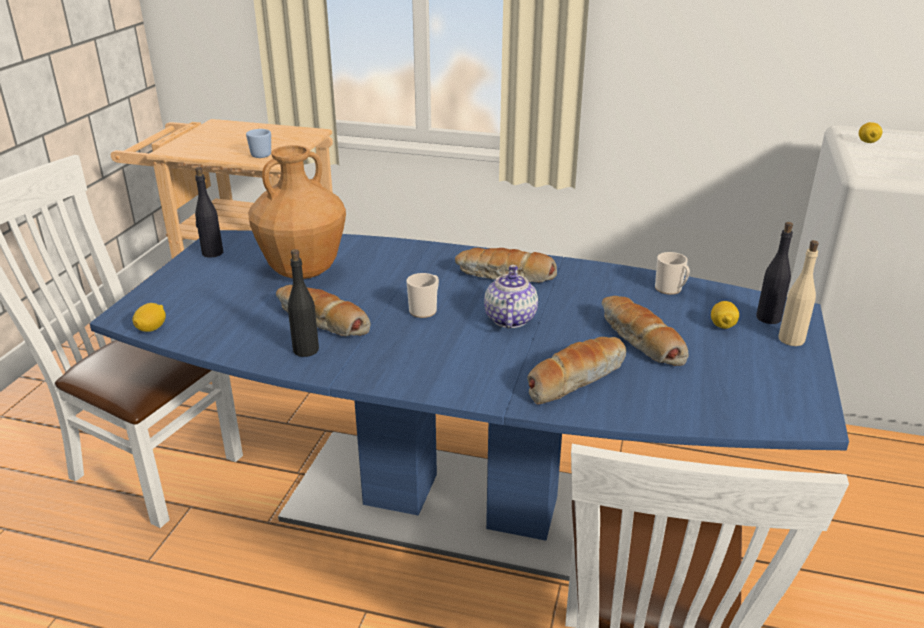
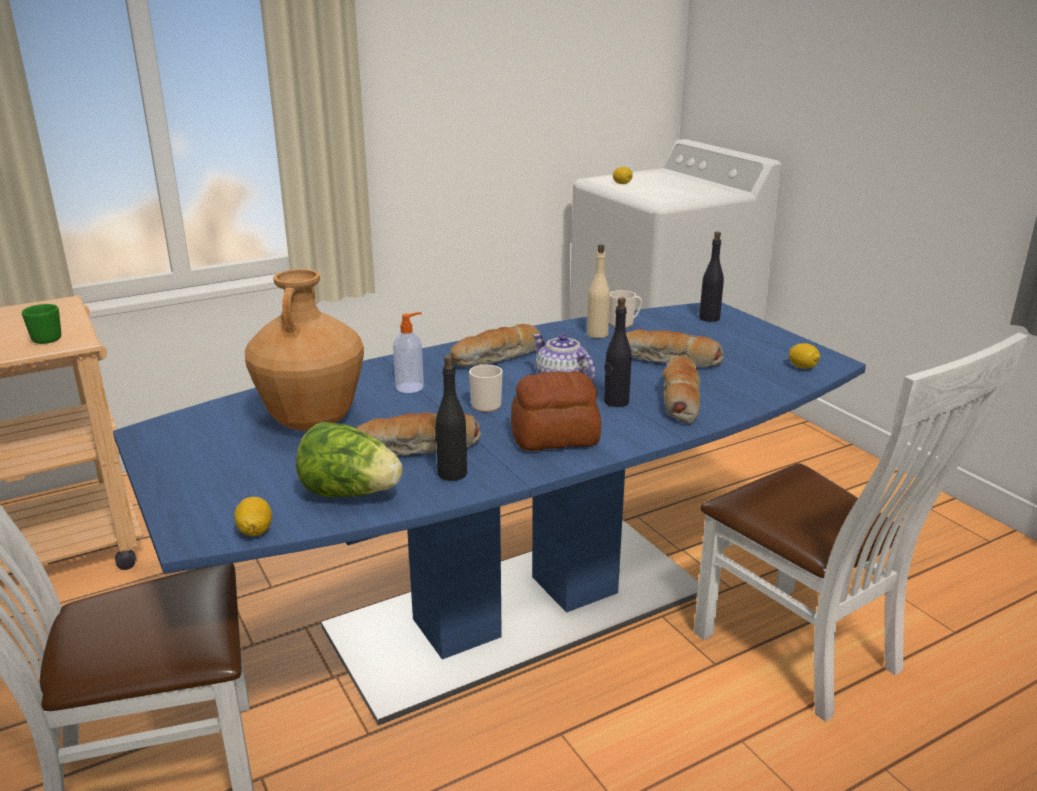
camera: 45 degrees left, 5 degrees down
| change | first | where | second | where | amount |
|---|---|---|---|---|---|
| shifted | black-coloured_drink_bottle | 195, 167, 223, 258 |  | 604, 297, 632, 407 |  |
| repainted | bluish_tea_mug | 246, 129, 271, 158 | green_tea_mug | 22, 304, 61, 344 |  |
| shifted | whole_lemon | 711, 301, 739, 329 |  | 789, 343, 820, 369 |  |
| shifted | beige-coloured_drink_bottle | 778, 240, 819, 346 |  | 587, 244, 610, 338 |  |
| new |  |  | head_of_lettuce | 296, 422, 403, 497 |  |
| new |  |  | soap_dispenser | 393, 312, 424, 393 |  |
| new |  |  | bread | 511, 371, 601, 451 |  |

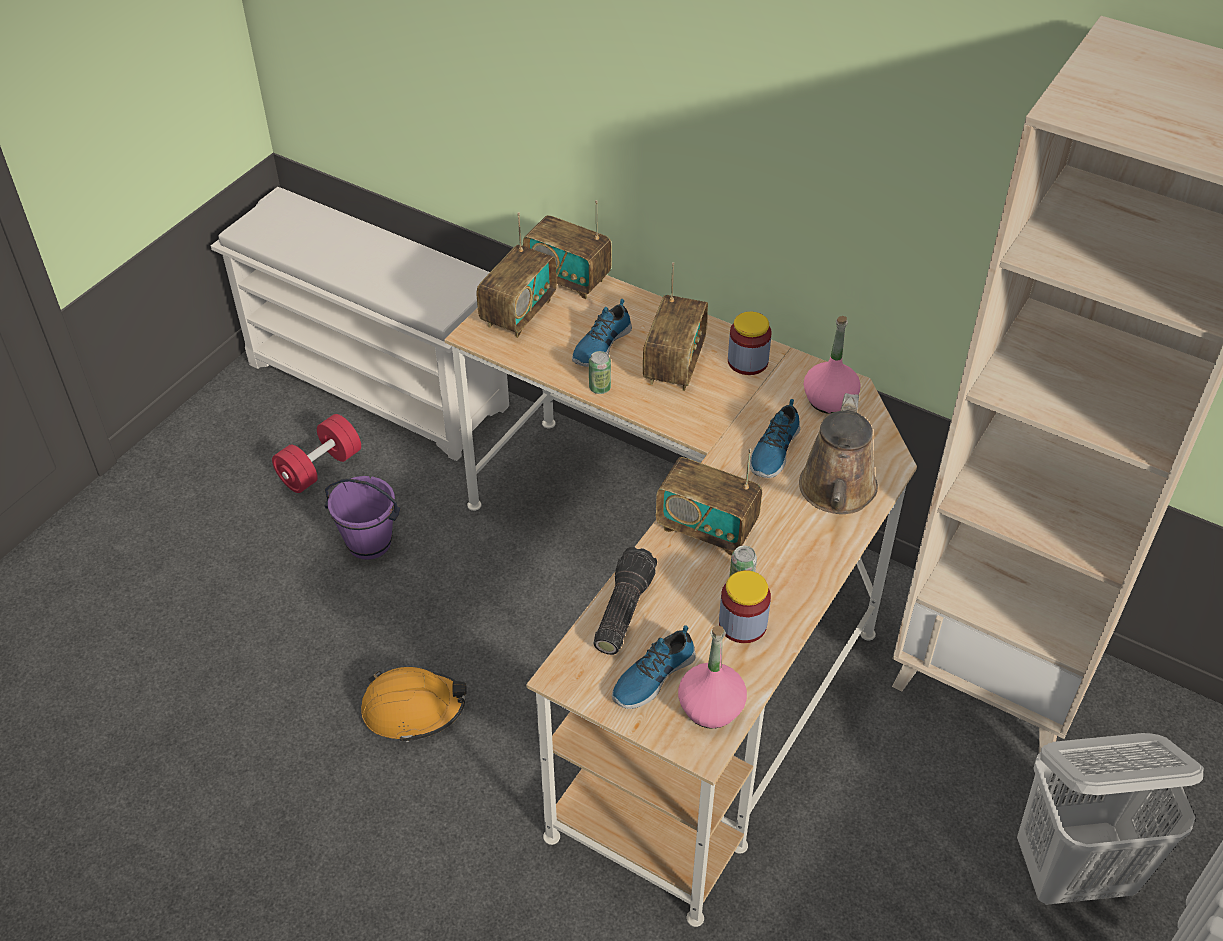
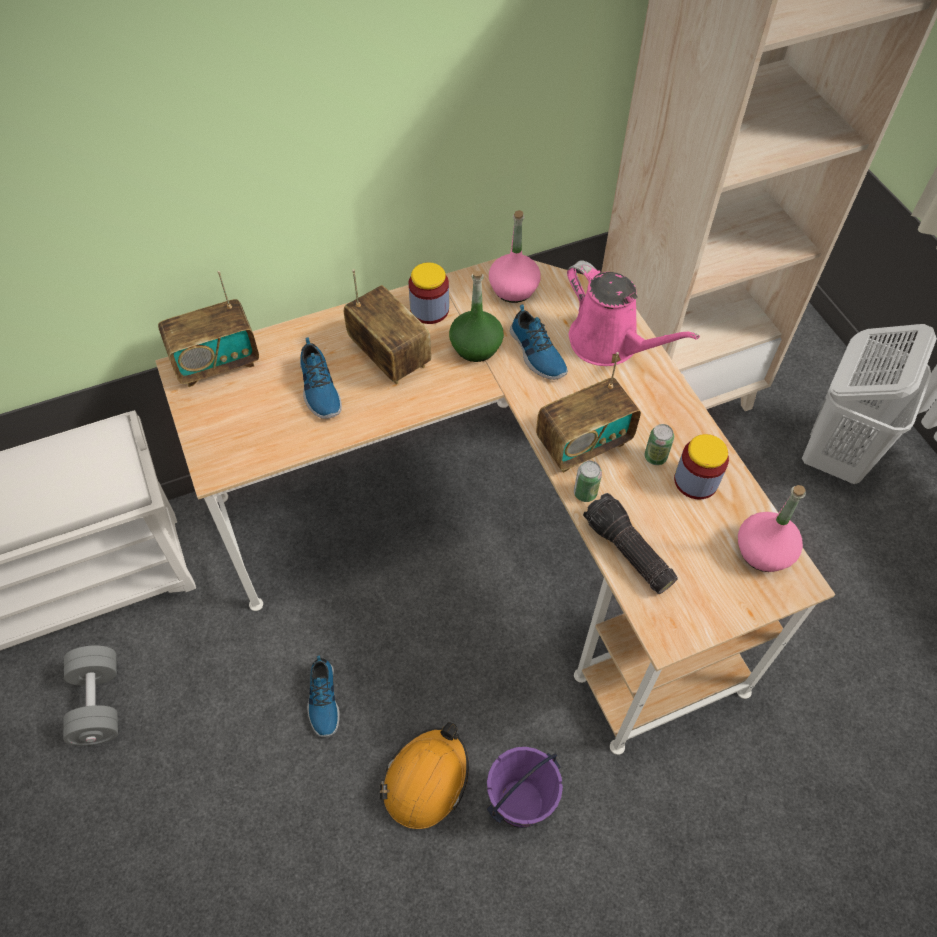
camera: 55 degrees left, 10 degrees up
| change | first | where | second | where | amount |
|---|---|---|---|---|---|
| repainted | reddish_hand_weight | 272, 414, 361, 493 | grey_hand_weight | 63, 645, 118, 746 |  |
| shifted | purplish_bucket | 325, 476, 400, 560 |  | 487, 747, 563, 828 |  |
| gone | radio_set | 477, 212, 557, 338 |  |  |  |
| shifted | can | 589, 351, 611, 394 |  | 574, 461, 602, 502 |  |
| shifted | item_of_footwear | 612, 625, 696, 709 |  | 307, 656, 340, 737 |  |
| repainted | brown-coloured_watering_pot | 799, 393, 878, 514 | pink-coloured_watering_pot | 567, 260, 700, 366 |  |
| new |  |  | green_drink_bottle | 449, 270, 504, 362 |  |

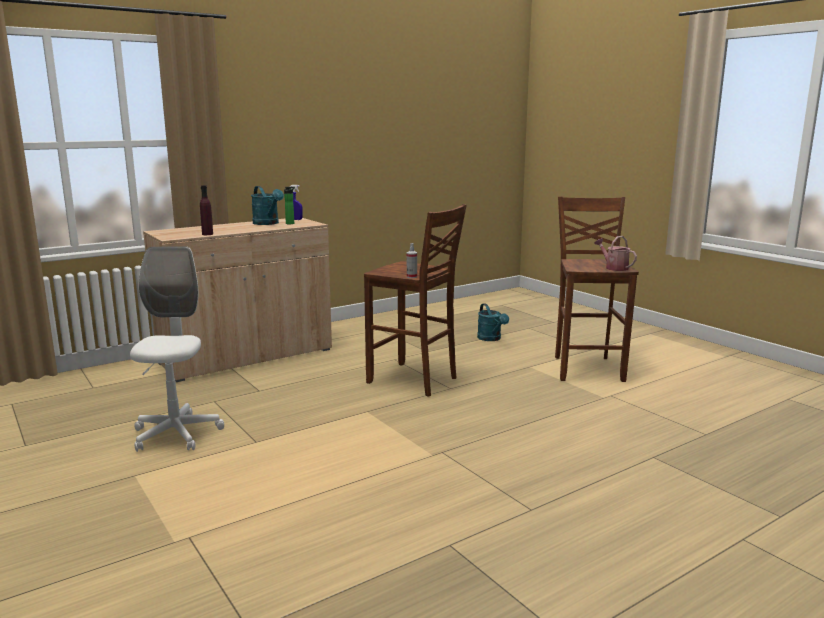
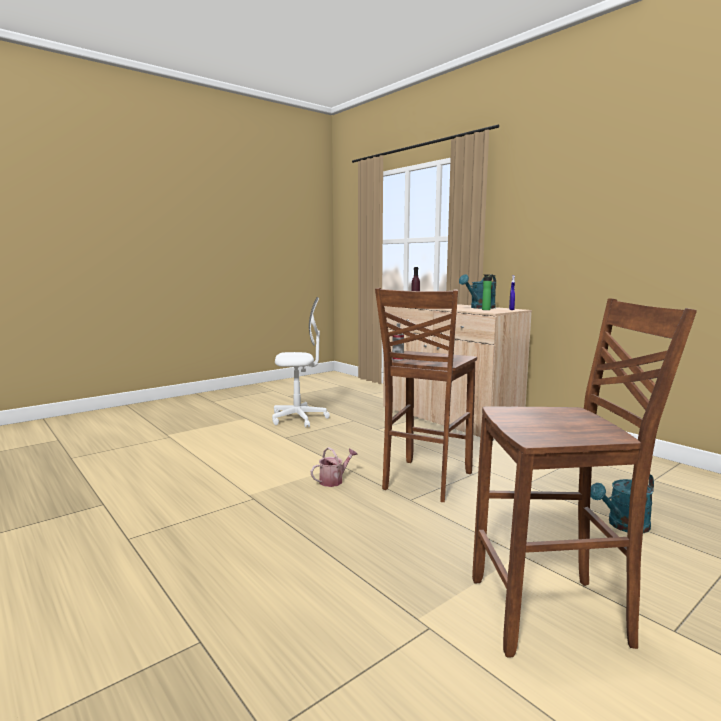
camera: 85 degrees right, 5 degrees down
| change | first | where | second | where | amount |
|---|---|---|---|---|---|
| shifted | watering_pot | 594, 236, 637, 271 |  | 311, 447, 358, 487 |  |

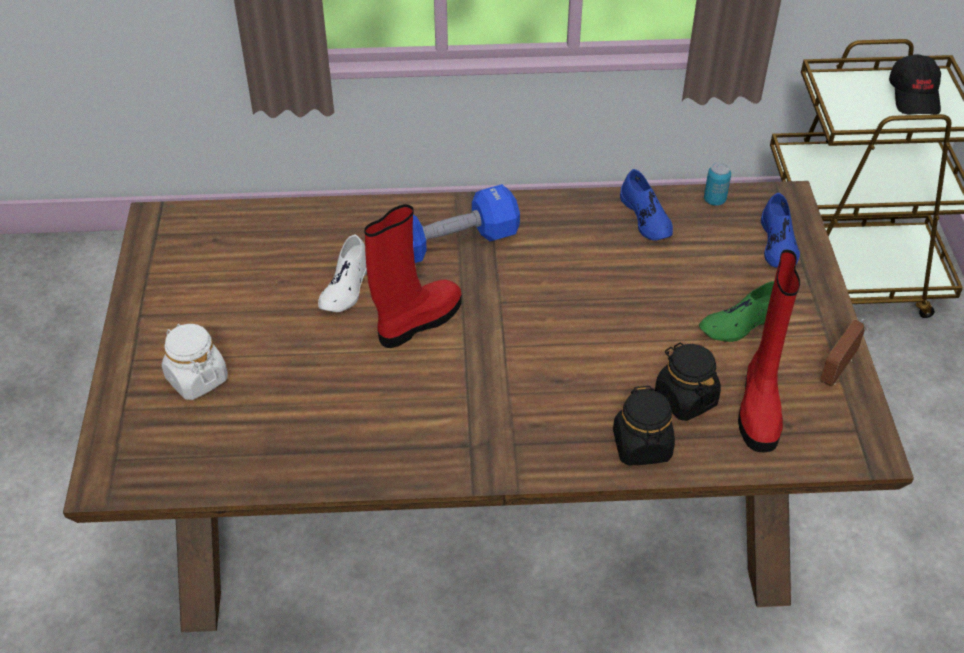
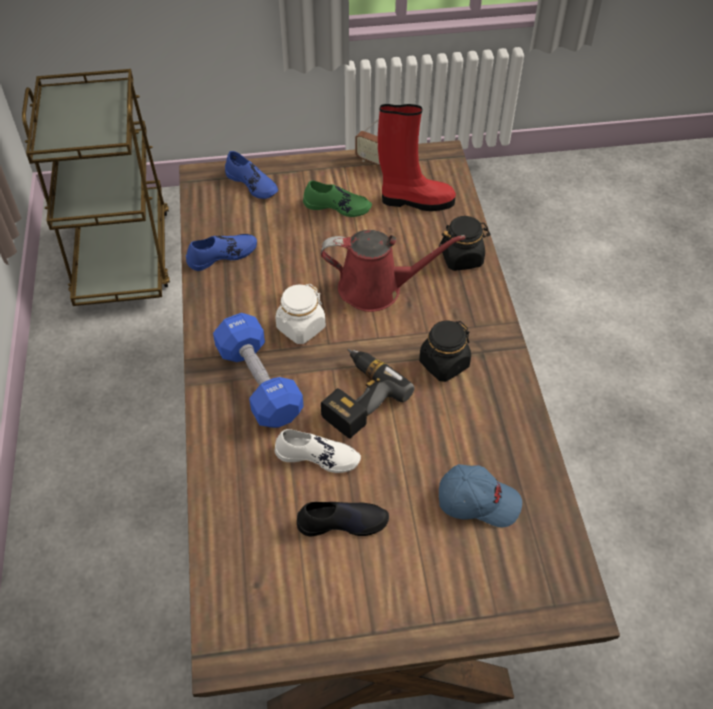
camera: 95 degrees left, 5 degrees up
| change | first | where | second | where | amount |
|---|---|---|---|---|---|
| shifted | whitish_storage_jar | 162, 324, 228, 400 |  | 276, 284, 325, 344 |  |
| swapped | reddish_high-top_boot | 364, 204, 462, 348 | drill | 321, 349, 415, 439 |  |
| shifted | black-coloured_storage_jar | 655, 342, 721, 421 |  | 419, 321, 471, 382 |  |
| rotated | green_item_of_footwear | 699, 281, 774, 342 |  | 303, 181, 372, 217 | 45 degrees counterclockwise |
| gone | can | 704, 162, 731, 206 |  |  |  |
| rotated | bluish_item_of_footwear | 761, 193, 800, 268 |  | 225, 151, 278, 199 | 45 degrees clockwise |
| gone | black-coloured_cap | 889, 54, 941, 114 |  |  |  |
| new |  |  | black-coloured_item_of_footwear | 297, 502, 389, 536 |  |
| new |  |  | reddish_watering_pot | 321, 230, 466, 312 |  |
| new |  |  | bluish_cap | 439, 464, 522, 527 |  |

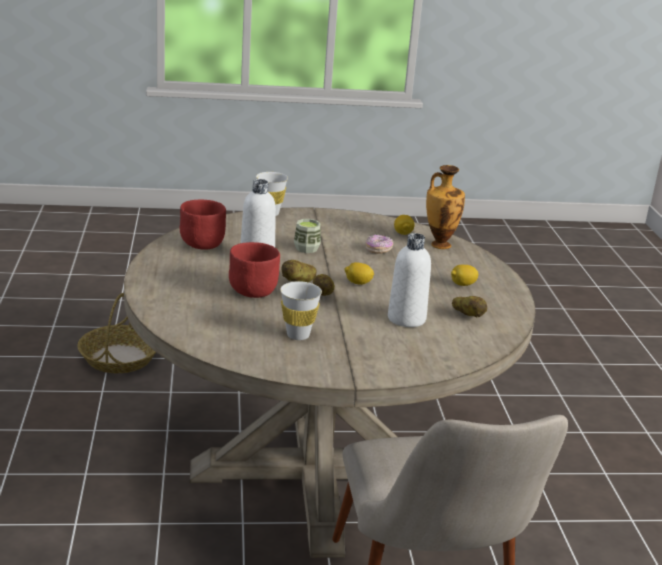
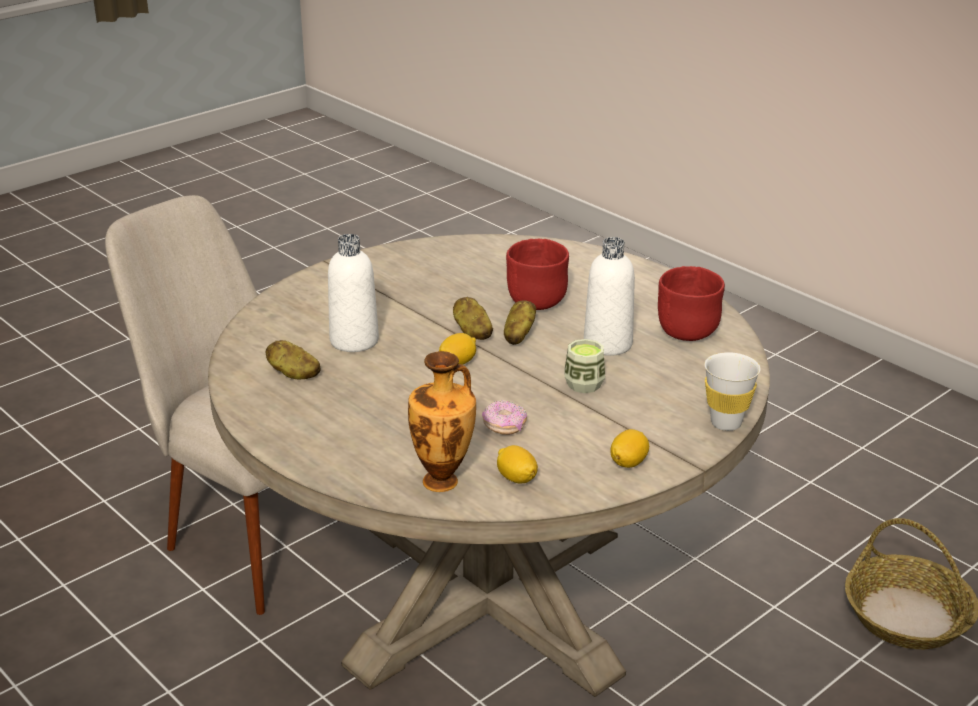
camera: 145 degrees right, 5 degrees up
| change | first | where | second | where | amount |
|---|---|---|---|---|---|
| gone | whitish_drinking_cup | 280, 281, 322, 340 |  |  |  |
| shifted | whole_lemon | 451, 265, 479, 286 |  | 610, 429, 649, 468 |  |

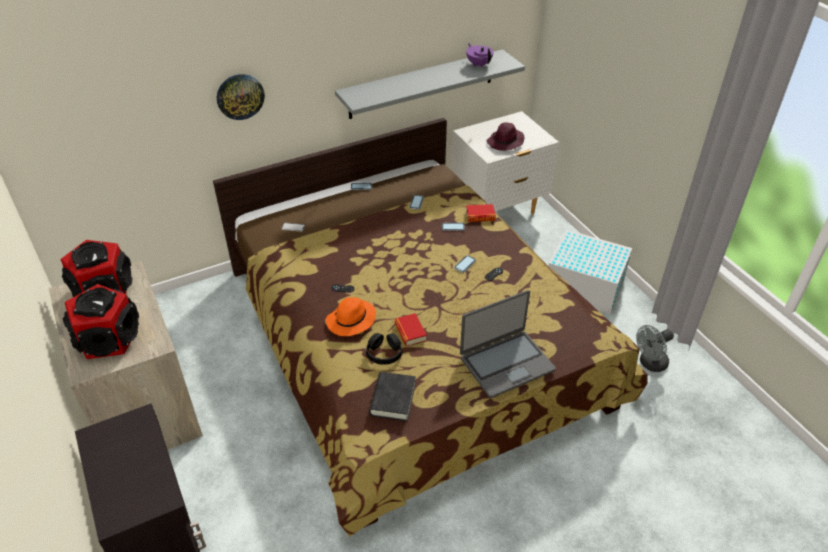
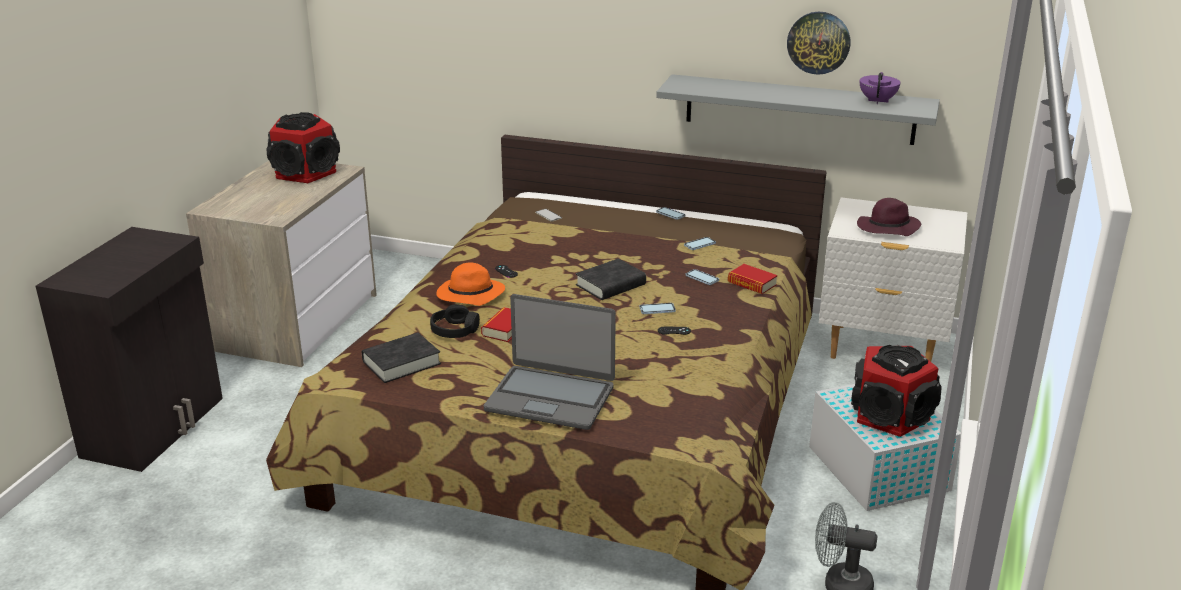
camera: 45 degrees right, 15 degrees down
| change | first | where | second | where | amount |
|---|---|---|---|---|---|
| shifted | loudspeaker | 62, 284, 139, 359 |  | 851, 345, 942, 437 |  |
| shifted | wall_clock | 217, 74, 265, 120 |  | 787, 12, 850, 75 |  |
| new |  |  | black-coloured_bound_book | 576, 258, 646, 300 |  |

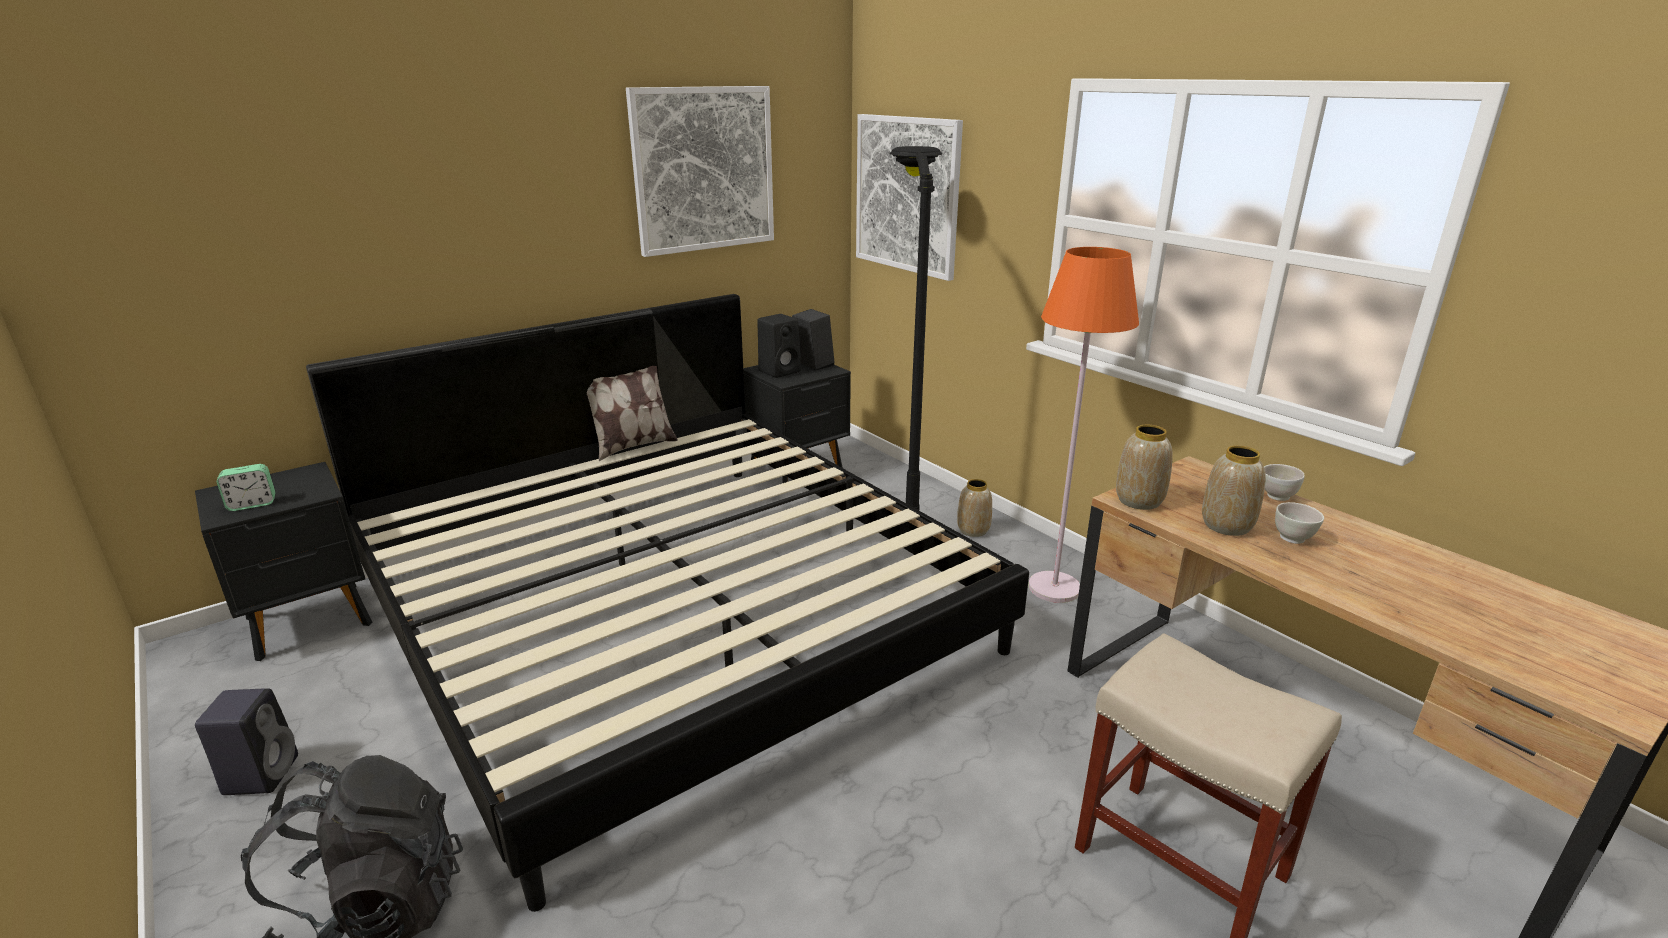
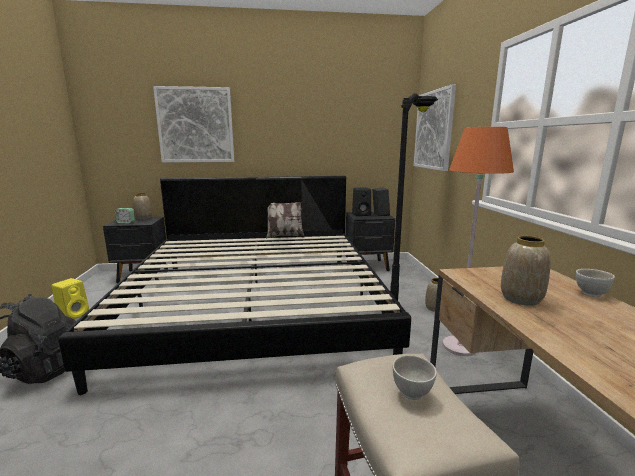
camera: 30 degrees right, 10 degrees down
| change | first | where | second | where | amount |
|---|---|---|---|---|---|
| repainted | black-coloured_loudspeaker | 195, 688, 298, 795 | yellowish_loudspeaker | 52, 278, 89, 319 |  |
| shifted | picture | 626, 86, 774, 257 |  | 153, 86, 235, 162 |  |
| shifted | vase | 1116, 425, 1173, 510 |  | 133, 193, 152, 220 |  |
| shifted | whitish_deep_dish | 1275, 502, 1324, 544 |  | 393, 355, 437, 400 |  |

